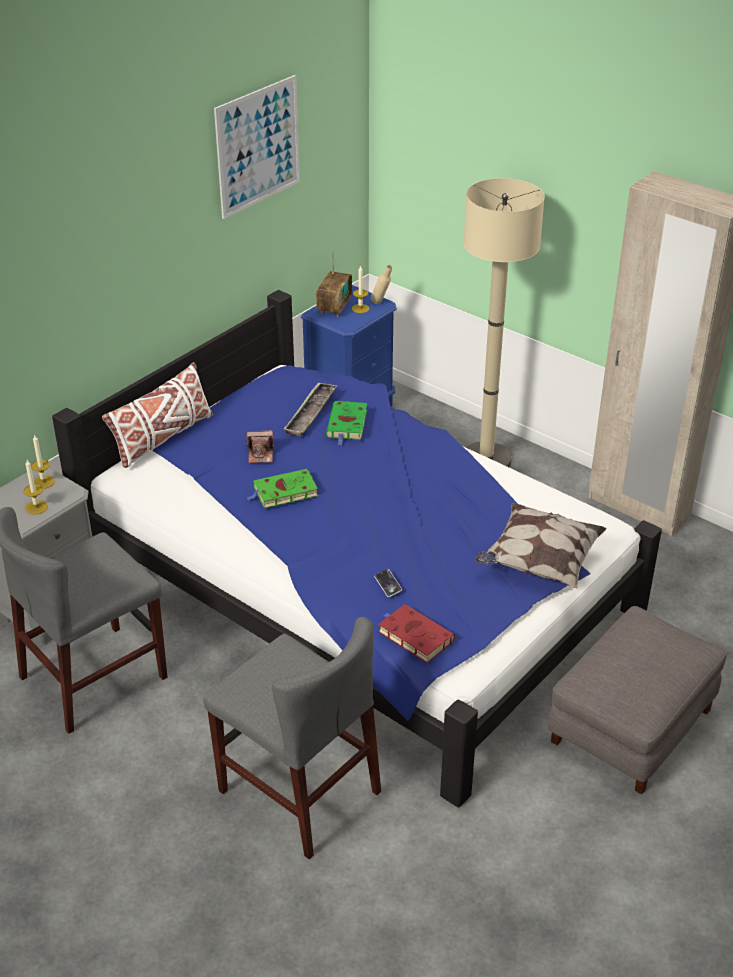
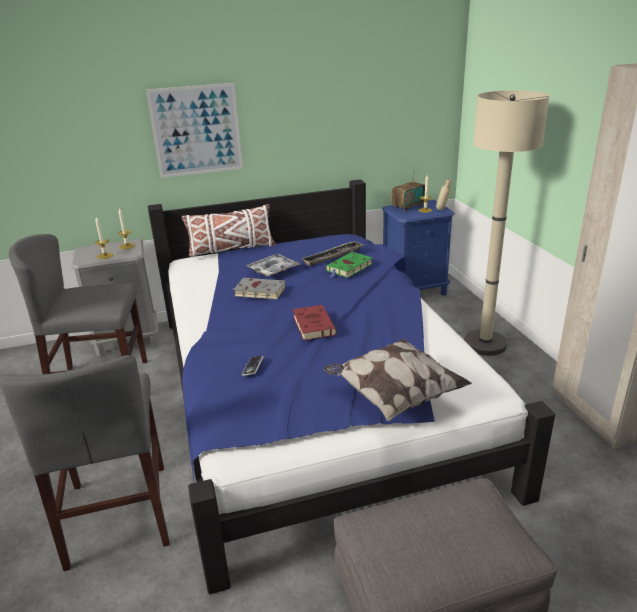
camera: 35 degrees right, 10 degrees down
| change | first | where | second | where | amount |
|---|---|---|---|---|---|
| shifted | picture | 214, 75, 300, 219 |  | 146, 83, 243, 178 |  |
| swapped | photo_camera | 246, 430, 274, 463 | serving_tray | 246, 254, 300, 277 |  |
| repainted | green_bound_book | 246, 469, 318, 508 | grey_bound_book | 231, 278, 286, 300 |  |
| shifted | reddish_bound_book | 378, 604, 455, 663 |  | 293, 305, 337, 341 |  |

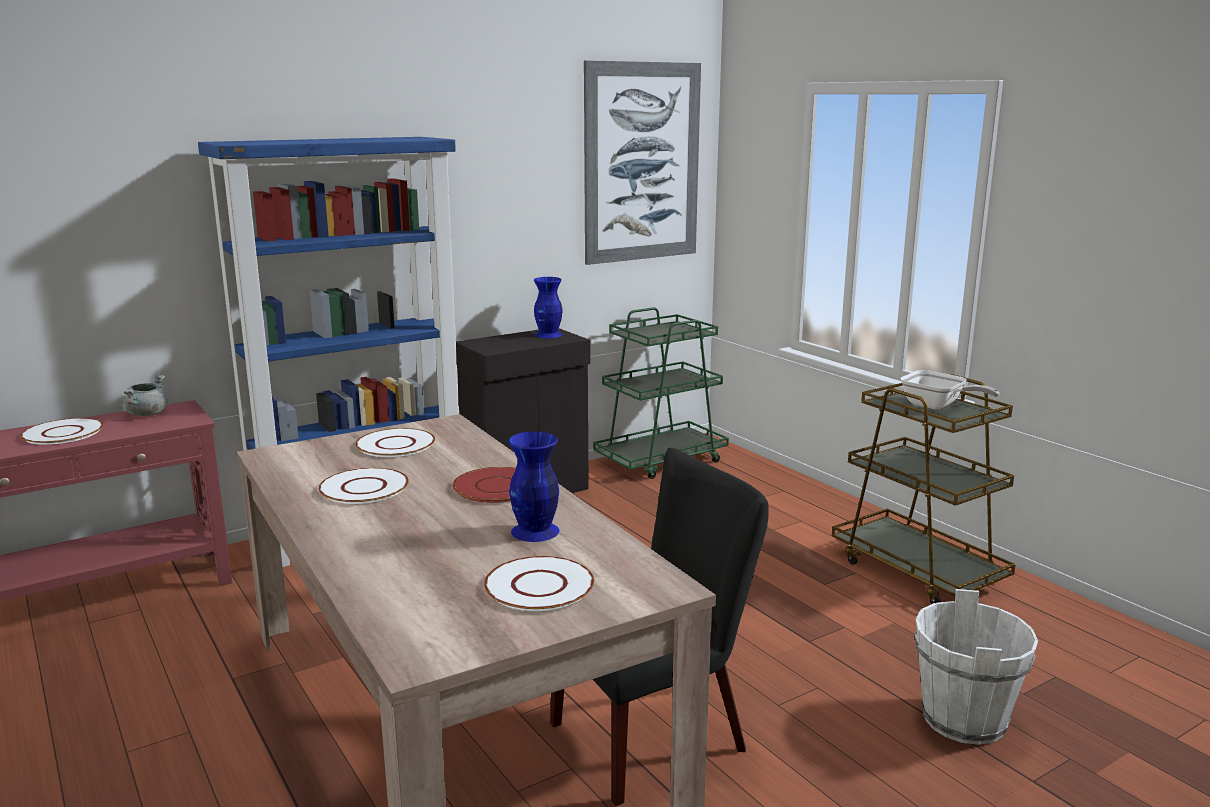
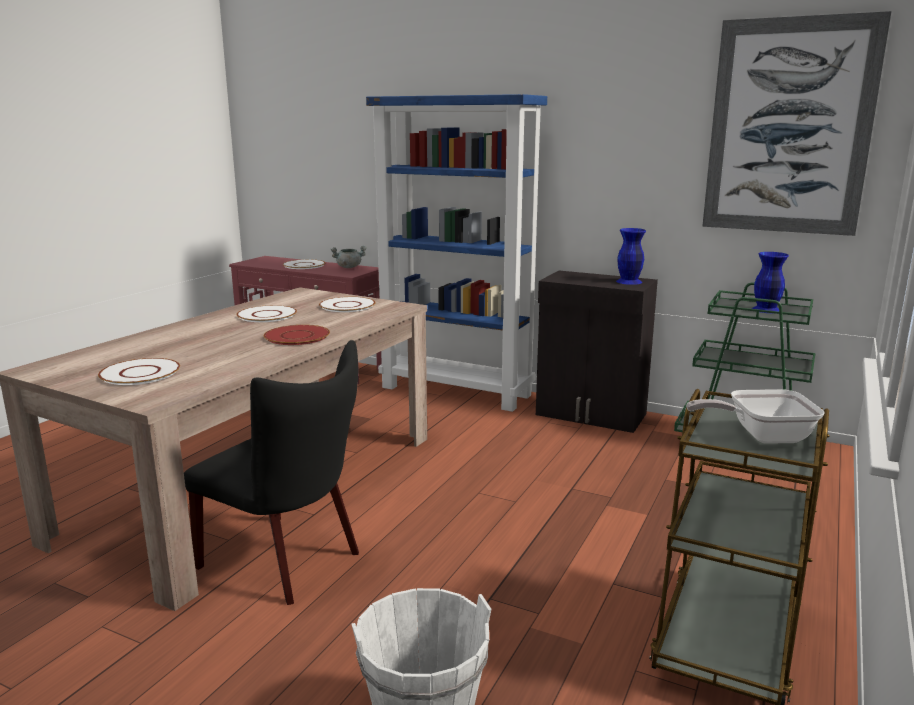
camera: 60 degrees right, 0 degrees up
| change | first | where | second | where | amount |
|---|---|---|---|---|---|
| shifted | bluish_vase | 509, 431, 559, 542 |  | 752, 252, 789, 313 |  |
| rotated | pan | 900, 370, 1000, 410 |  | 686, 389, 825, 444 | 75 degrees clockwise |

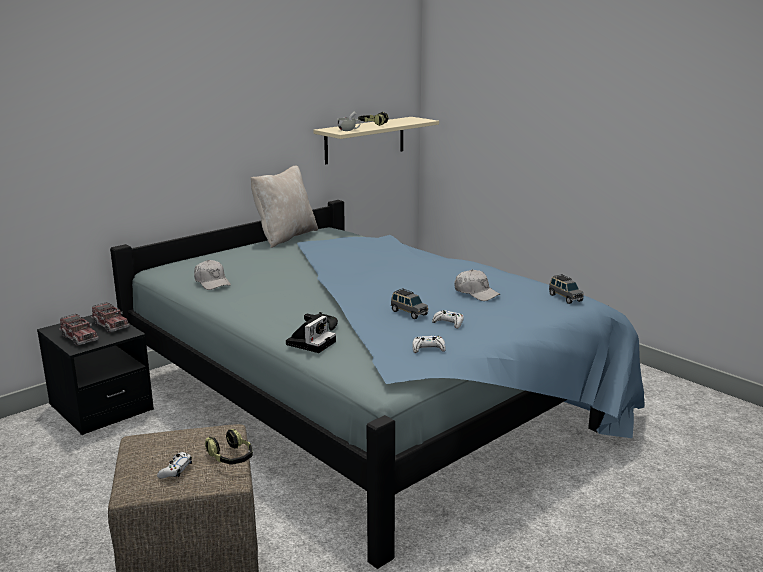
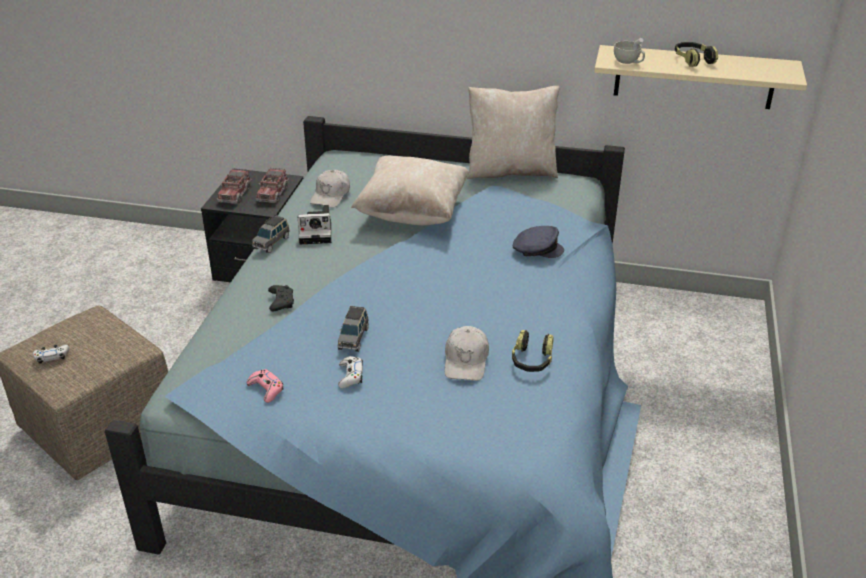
camera: 55 degrees right, 15 degrees up
| change | first | where | second | where | amount |
|---|---|---|---|---|---|
| shifted | pair_of_headphones | 205, 429, 253, 464 |  | 512, 330, 553, 372 |  |
| shifted | photo_camera | 286, 313, 336, 353 |  | 298, 205, 331, 244 |  |
| repainted | whitish_joypad | 412, 336, 446, 353 | pink-coloured_joypad | 247, 369, 284, 403 |  |
| shifted | grey_toy_car | 549, 274, 584, 304 |  | 252, 215, 290, 253 |  |
| new |  |  | beige-coloured_pillow | 351, 156, 469, 225 |  |
| new |  |  | grey_cap | 513, 226, 564, 258 |  |

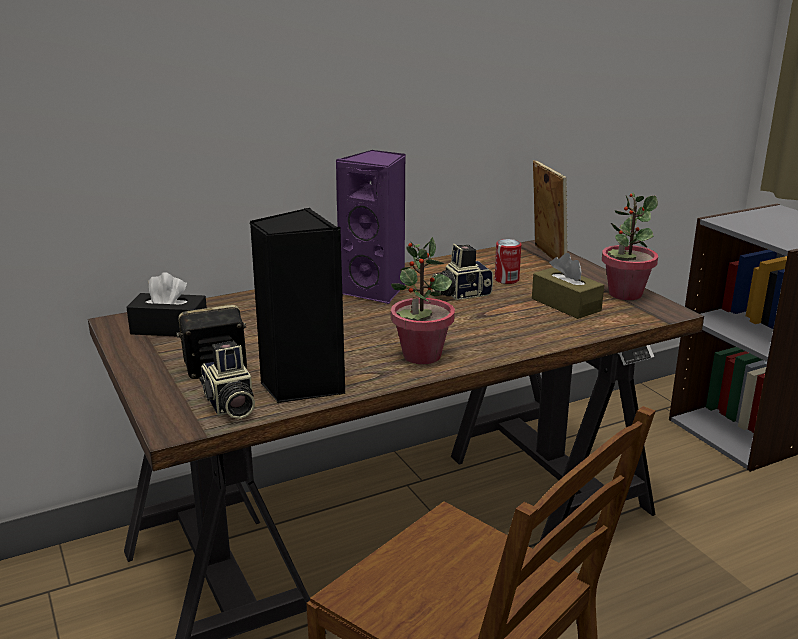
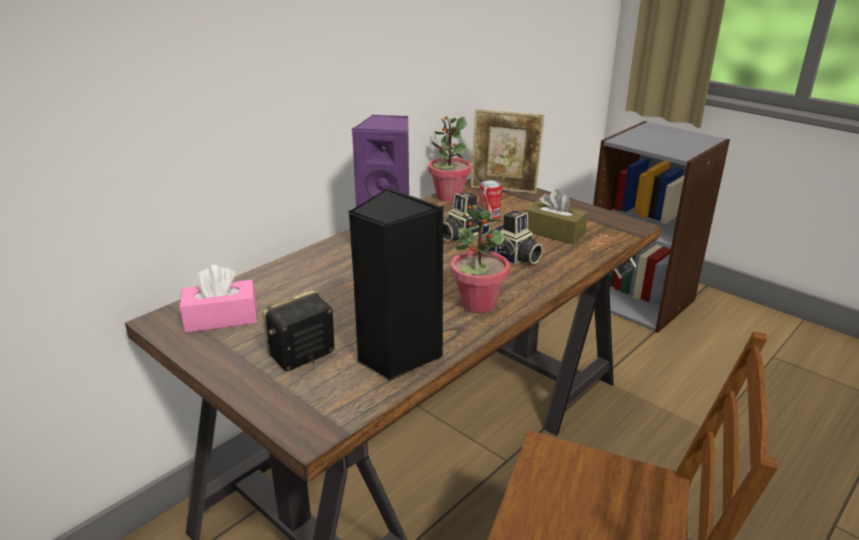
camera: 20 degrees left, 5 degrees up
| change | first | where | second | where | amount |
|---|---|---|---|---|---|
| repainted | black-coloured_box_of_tissues | 126, 272, 207, 336 | pink-coloured_box_of_tissues | 179, 265, 257, 333 |  |
| shifted | photo_camera | 199, 341, 255, 419 |  | 486, 210, 543, 265 |  |
| rotated | standing_frame | 533, 160, 568, 259 |  | 471, 109, 545, 194 | 135 degrees clockwise |
| shifted | potted_plant | 602, 193, 658, 300 |  | 428, 116, 471, 202 |  |

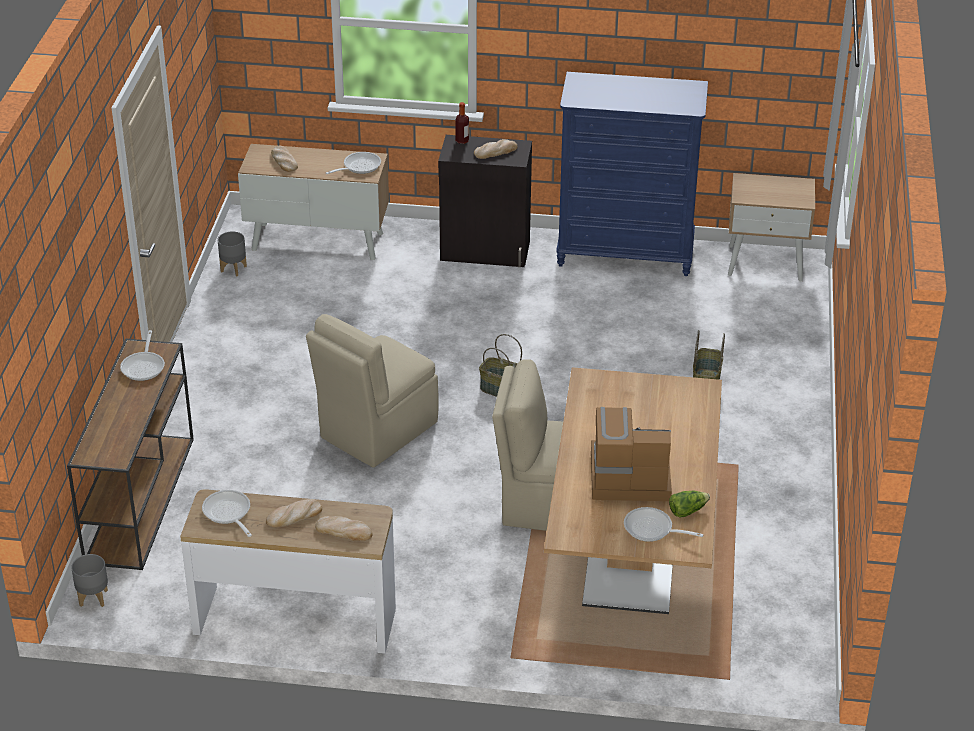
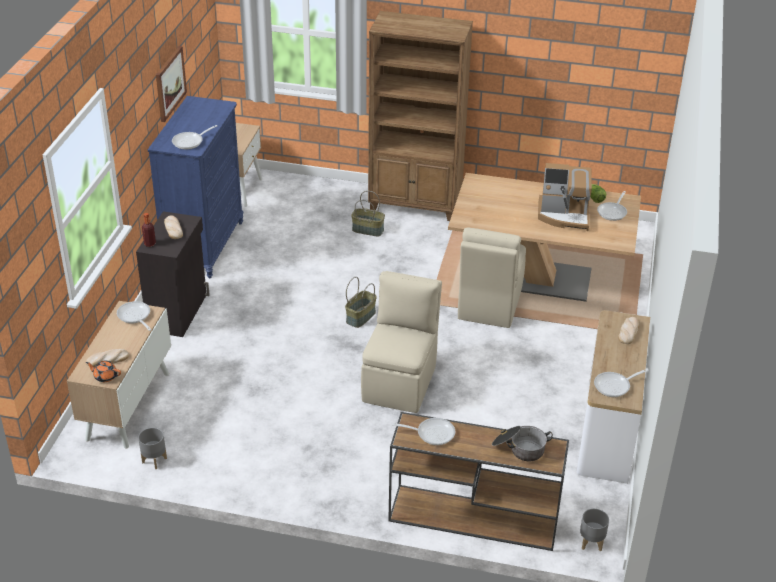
camera: 85 degrees left, 0 degrees up
| change | first | where | second | where | amount |
|---|---|---|---|---|---|
| gone | bread | 266, 499, 322, 527 |  |  |  |
| rotated | beige-coloured_plain_chair | 306, 314, 439, 468 |  | 361, 271, 442, 413 | 120 degrees counterclockwise |
| rotated | coffee_machine | 591, 407, 672, 501 |  | 538, 163, 592, 231 | 90 degrees counterclockwise |
| new |  |  | orange_teapot | 86, 361, 121, 382 |  |
| new |  |  | picture | 156, 46, 187, 122 |  |
| new |  |  | pan | 172, 125, 217, 150 |  |
| new |  |  | brown-coloured_bookshelf | 368, 11, 473, 221 |  |
| new |  |  | cooking_pot | 492, 426, 553, 461 |  |

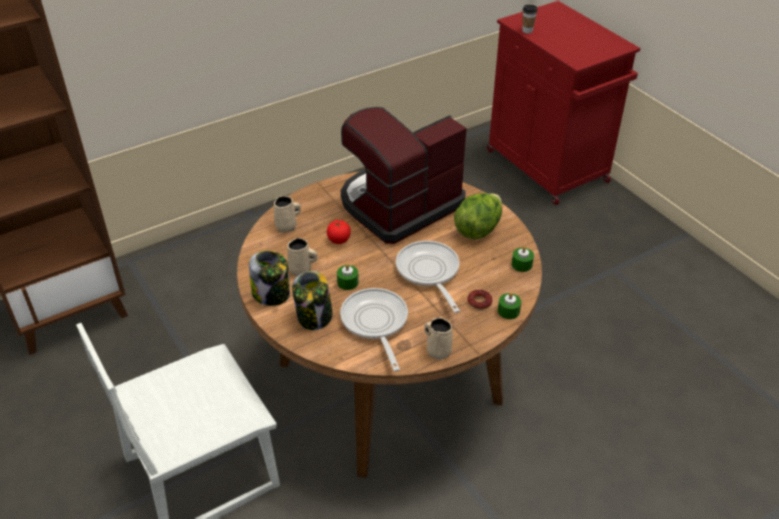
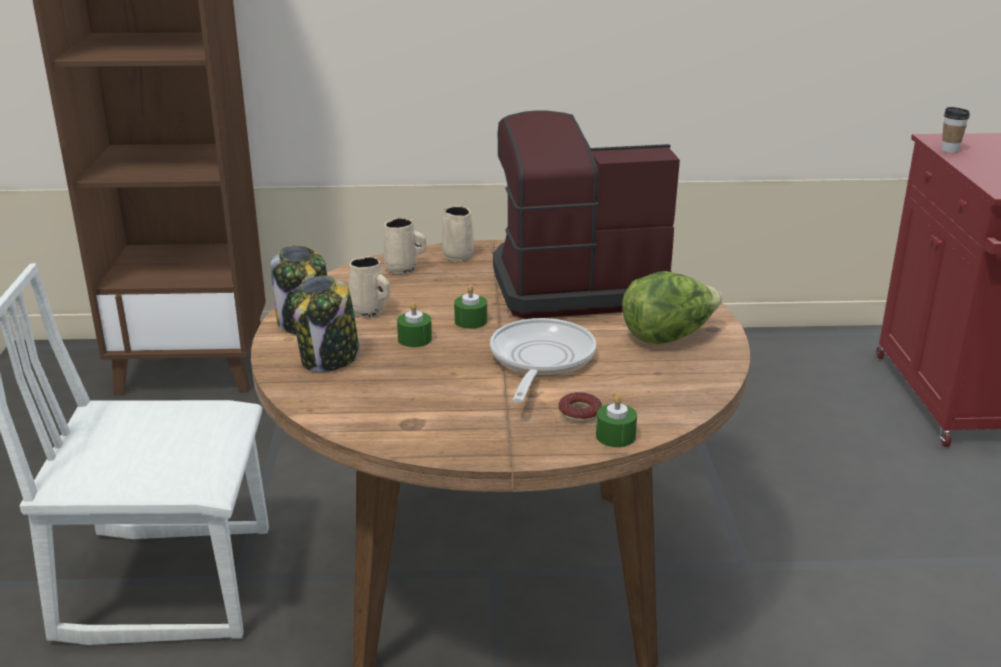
camera: 30 degrees right, 15 degrees down
| change | first | where | second | where | amount |
|---|---|---|---|---|---|
| gone | whole_tomato | 327, 220, 351, 244 |  |  |  |
| gone | pan | 340, 288, 408, 372 |  |  |  |
| shifted | beige-coloured_tea_mug | 424, 317, 453, 360 |  | 442, 206, 474, 261 |  |
| shifted | green_wax_light | 512, 246, 534, 272 |  | 454, 285, 487, 329 |  |

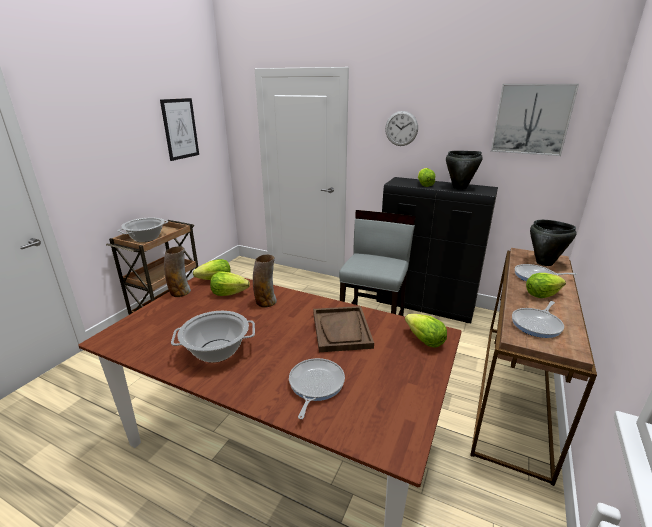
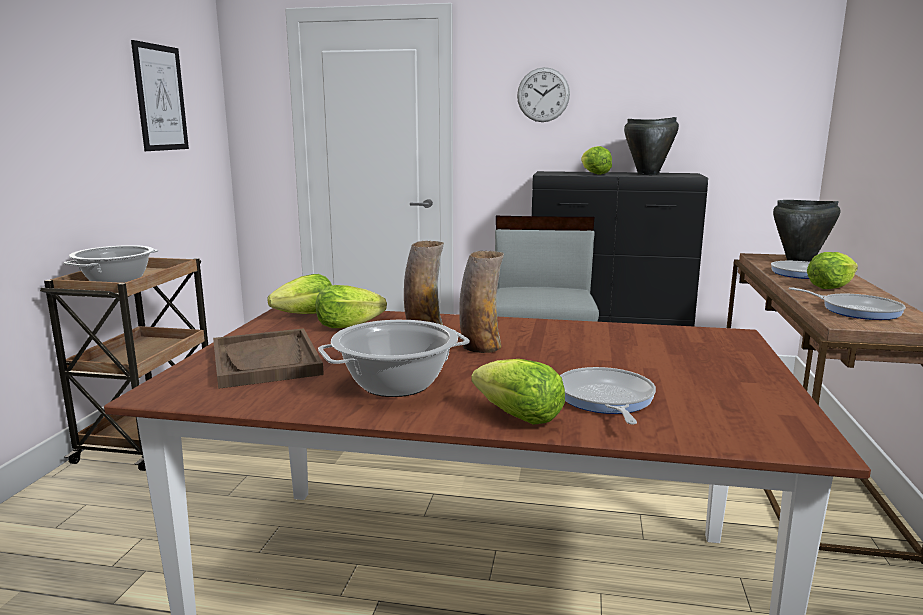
camera: 15 degrees left, 10 degrees down
| change | first | where | second | where | amount |
|---|---|---|---|---|---|
| shifted | vase | 164, 246, 191, 297 |  | 459, 251, 504, 353 |  |
| shifted | brown-coloured_serving_tray | 313, 306, 374, 352 |  | 213, 328, 324, 389 |  |
| shifted | head_of_lettuce | 405, 314, 447, 348 |  | 471, 359, 565, 425 |  |
| gone | picture | 491, 84, 579, 156 |  |  |  |
| rotated | pan | 512, 301, 564, 338 |  | 789, 287, 906, 320 | 75 degrees counterclockwise |

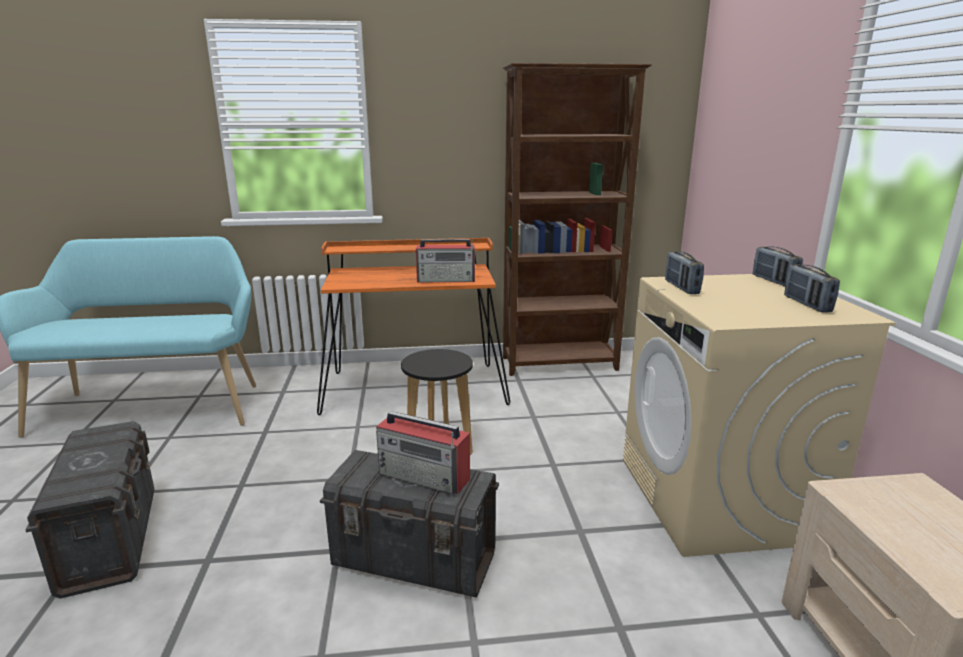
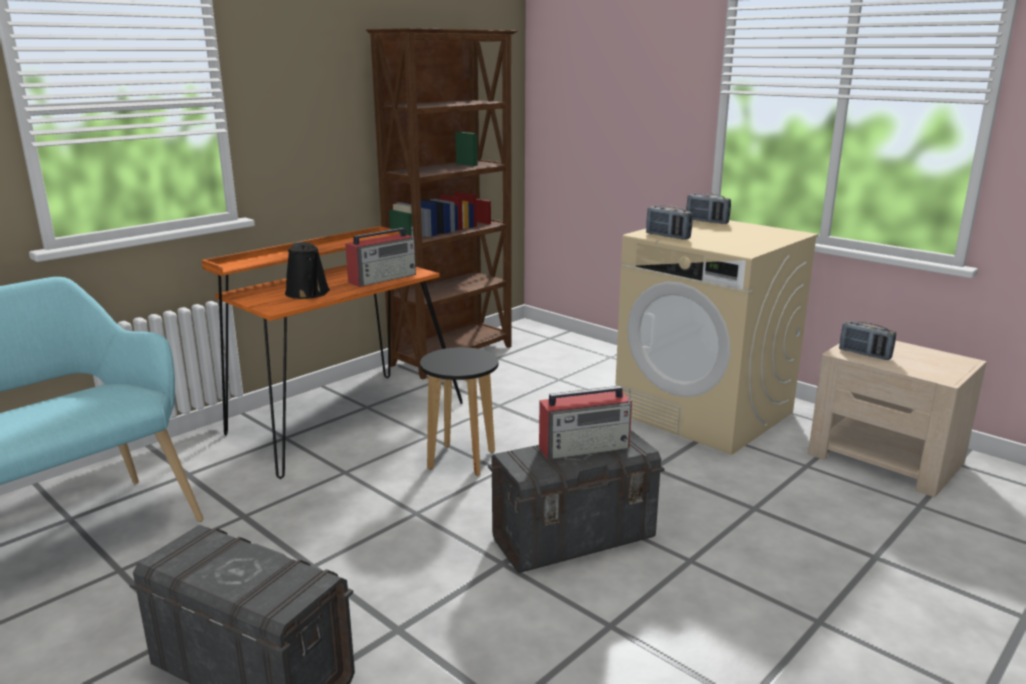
camera: 40 degrees left, 0 degrees up
| change | first | where | second | where | amount |
|---|---|---|---|---|---|
| shifted | radio_set | 784, 264, 840, 313 |  | 839, 321, 896, 360 |  |
| new |  |  | black-coloured_watering_pot | 285, 242, 330, 299 |  |

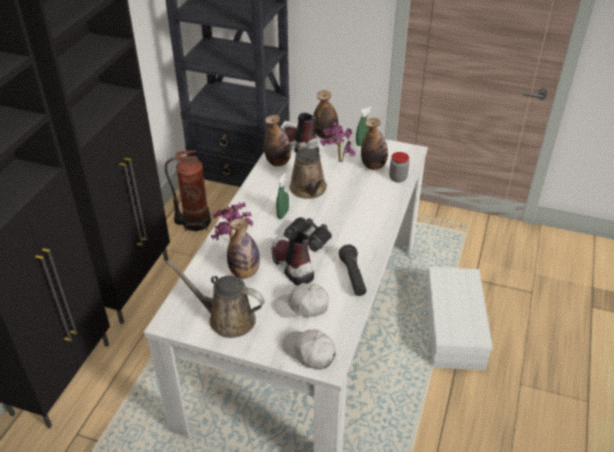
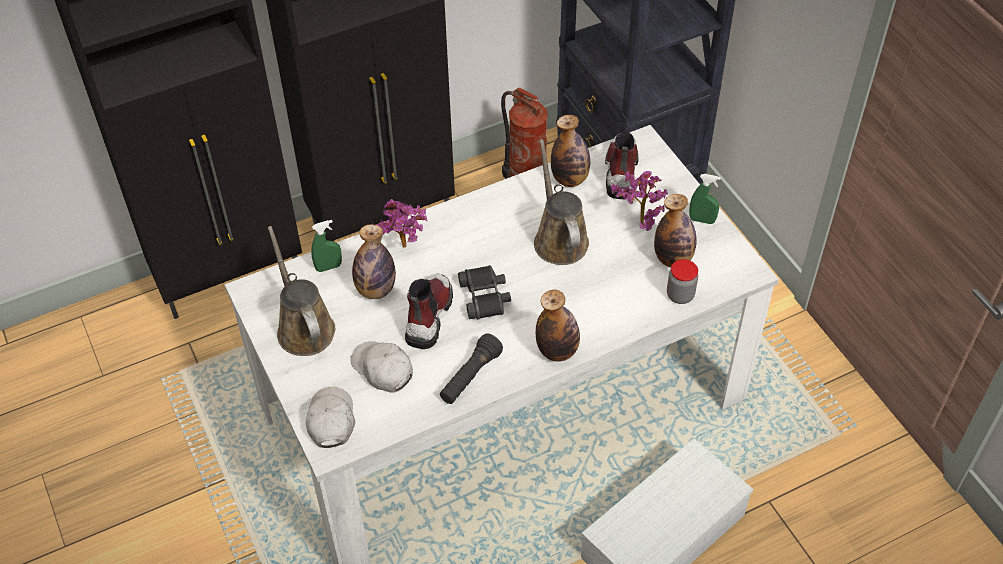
camera: 45 degrees right, 10 degrees up
| change | first | where | second | where | amount |
|---|---|---|---|---|---|
| shifted | green_hand_sprayer | 276, 173, 289, 219 |  | 311, 220, 342, 272 |  |
| rotated | brown-coloured_watering_pot | 289, 142, 327, 199 |  | 534, 139, 589, 265 | 135 degrees clockwise |
| shifted | drink_bottle | 313, 90, 338, 139 |  | 536, 290, 580, 362 |  |

